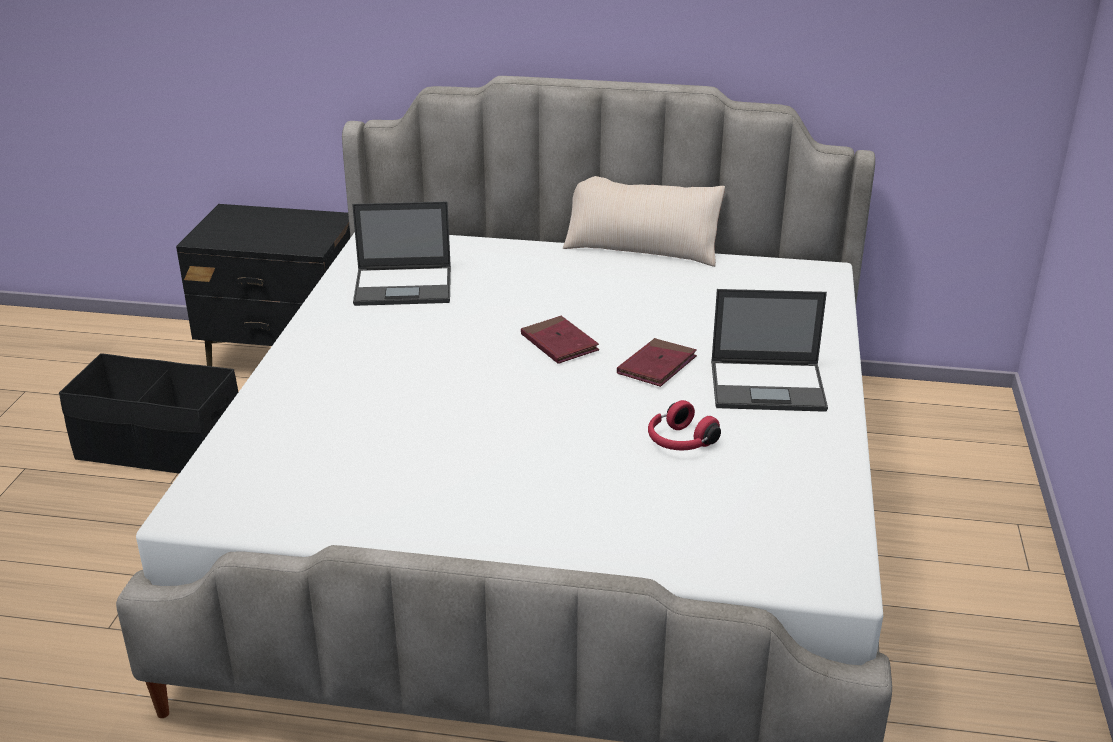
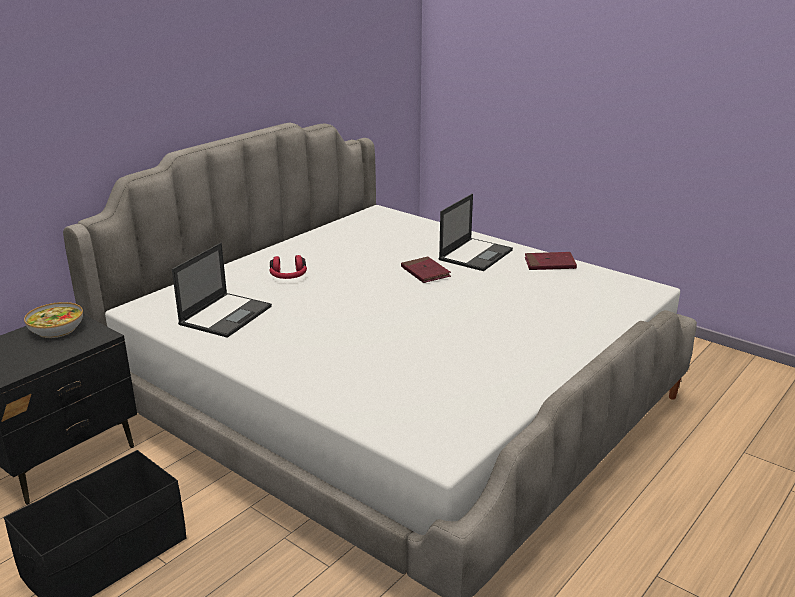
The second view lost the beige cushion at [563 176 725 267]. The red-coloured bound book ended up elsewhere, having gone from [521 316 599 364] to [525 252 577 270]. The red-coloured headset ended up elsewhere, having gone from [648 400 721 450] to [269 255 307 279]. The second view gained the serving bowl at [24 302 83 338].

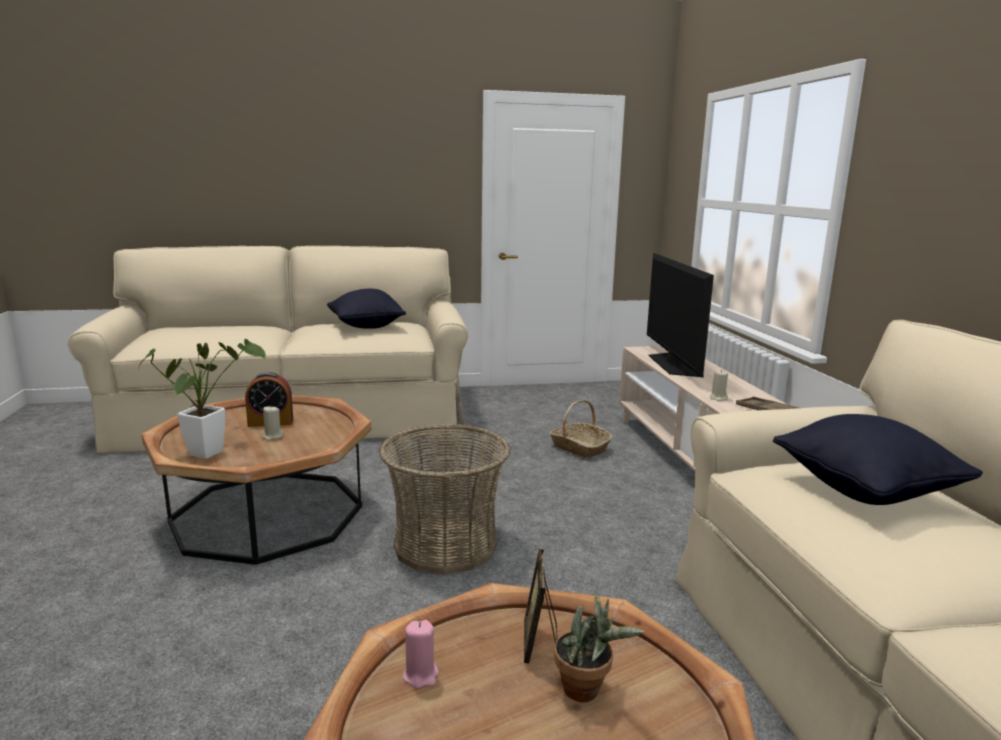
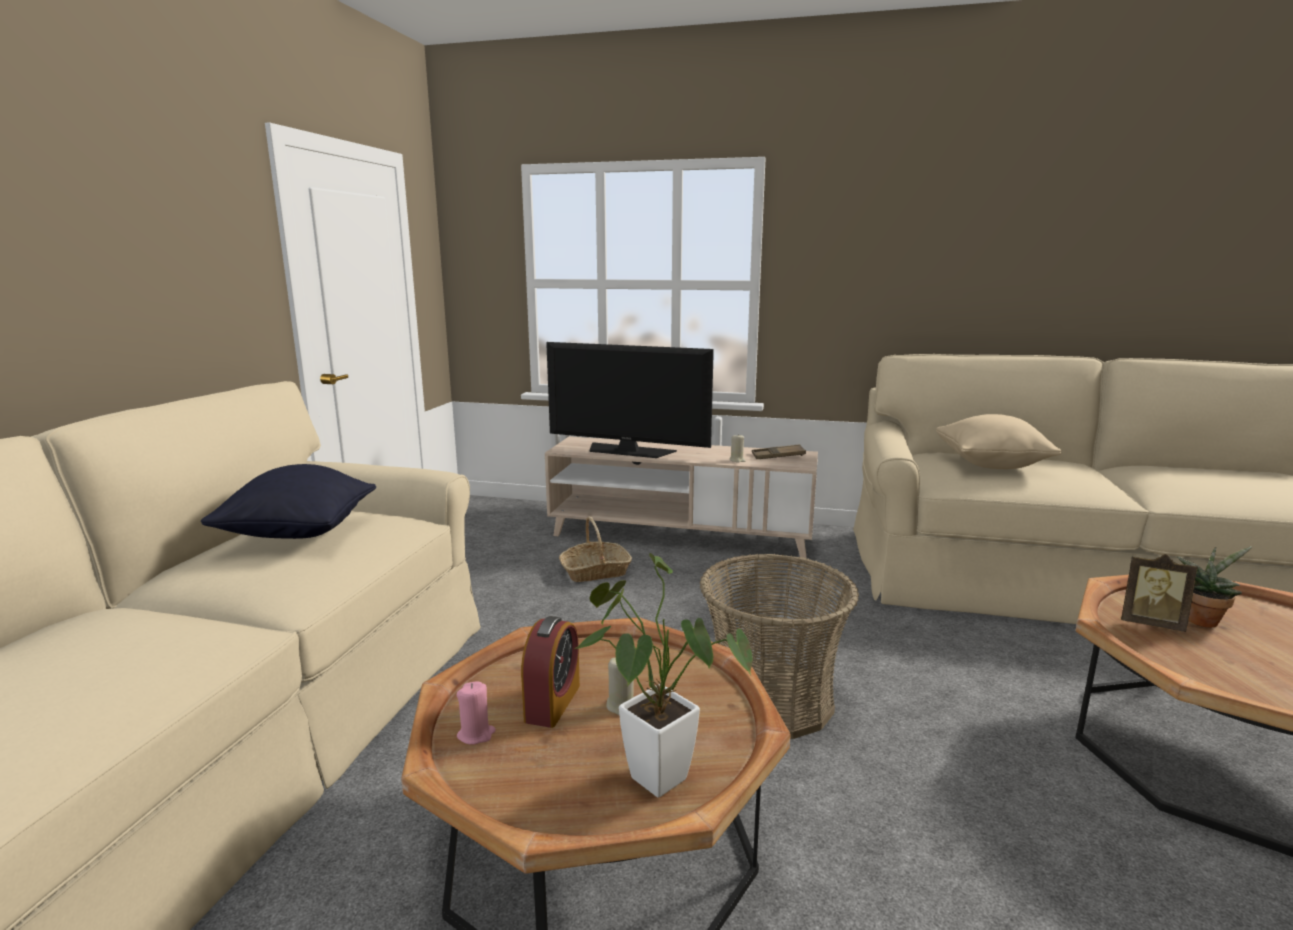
What was the black cushion at [773 414 983 505] turned into the beige cushion at [936 414 1061 469]. The pink-coloured candle ended up elsewhere, having gone from [403 620 439 689] to [457 681 496 745].

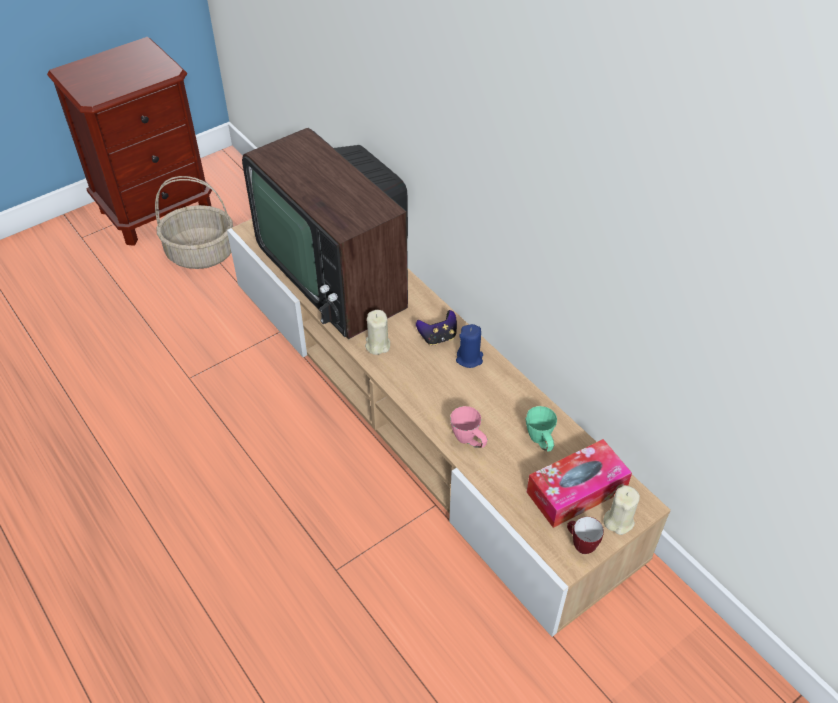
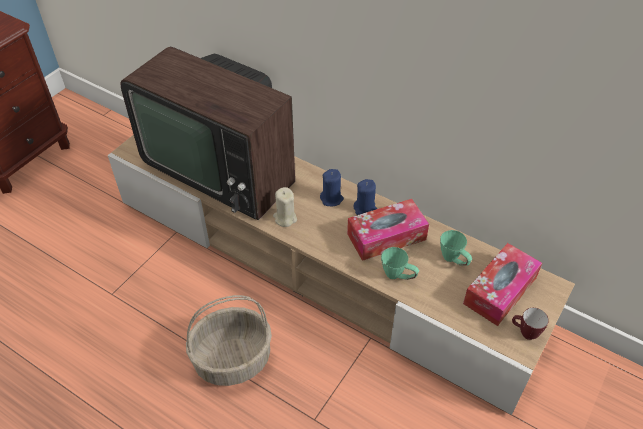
The storage basket ended up elsewhere, having gone from [155 176 233 269] to [186 295 272 386]. Where the joypad stood at [416 310 457 345], the blue-coloured candle came to stand at [320 169 344 206]. What was the pink-coloured tea mug at [450 406 488 448] turned into the green-coloured tea mug at [381 247 419 280]. The second view lost the beige candle at [603 485 640 535]. The second view gained the tissue holder at [347 199 429 261].

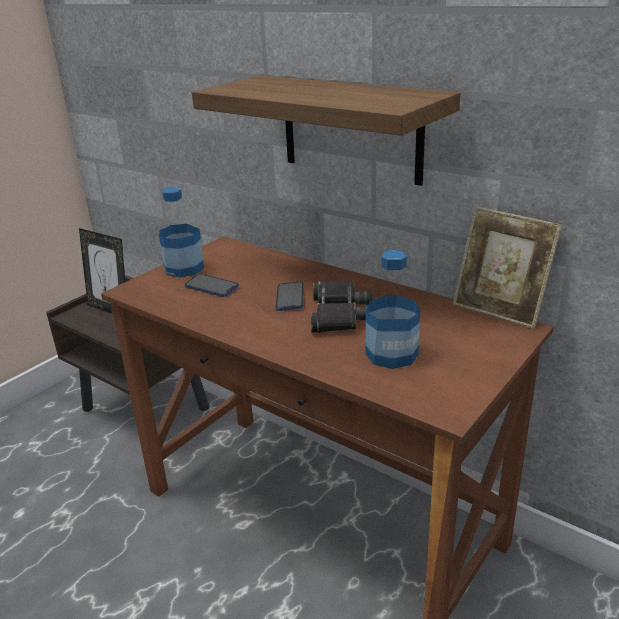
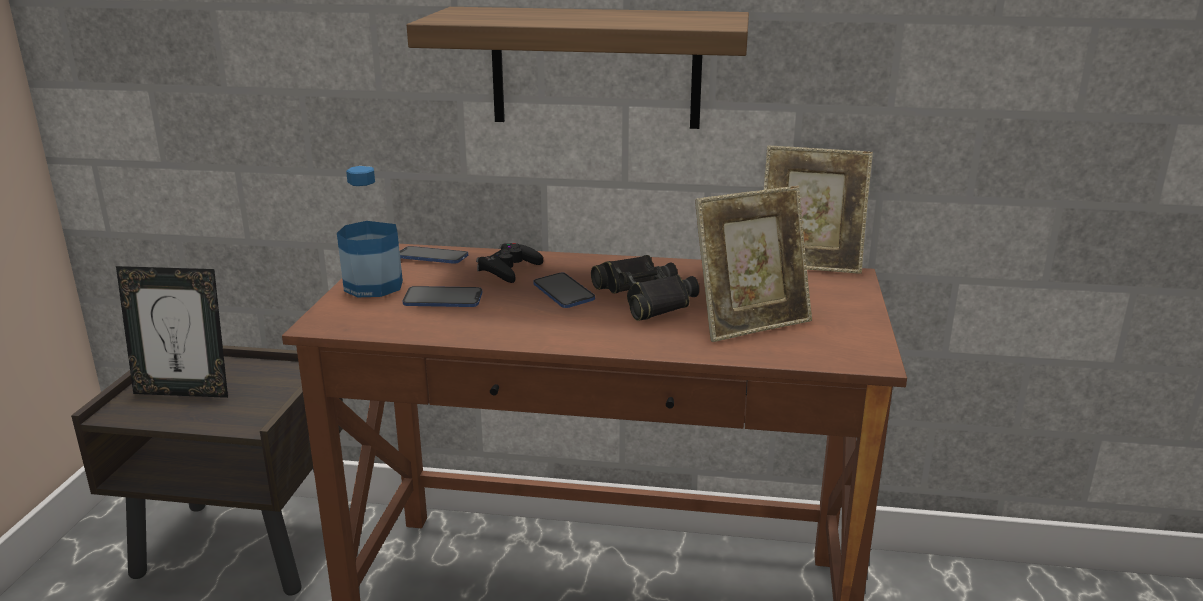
Where the beverage bottle stood at [365 250 420 369], the standing frame came to stand at [695 185 812 342]. The second view gained the black joypad at [476 243 543 283]. The second view gained the phone at [400 246 468 264].

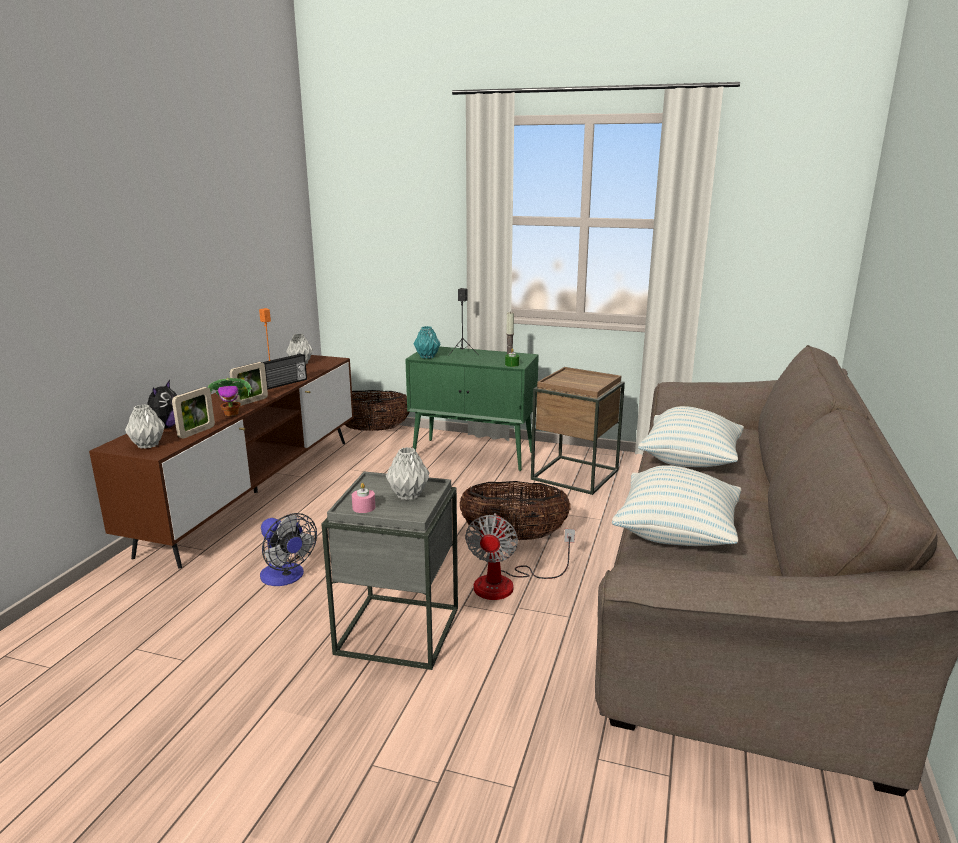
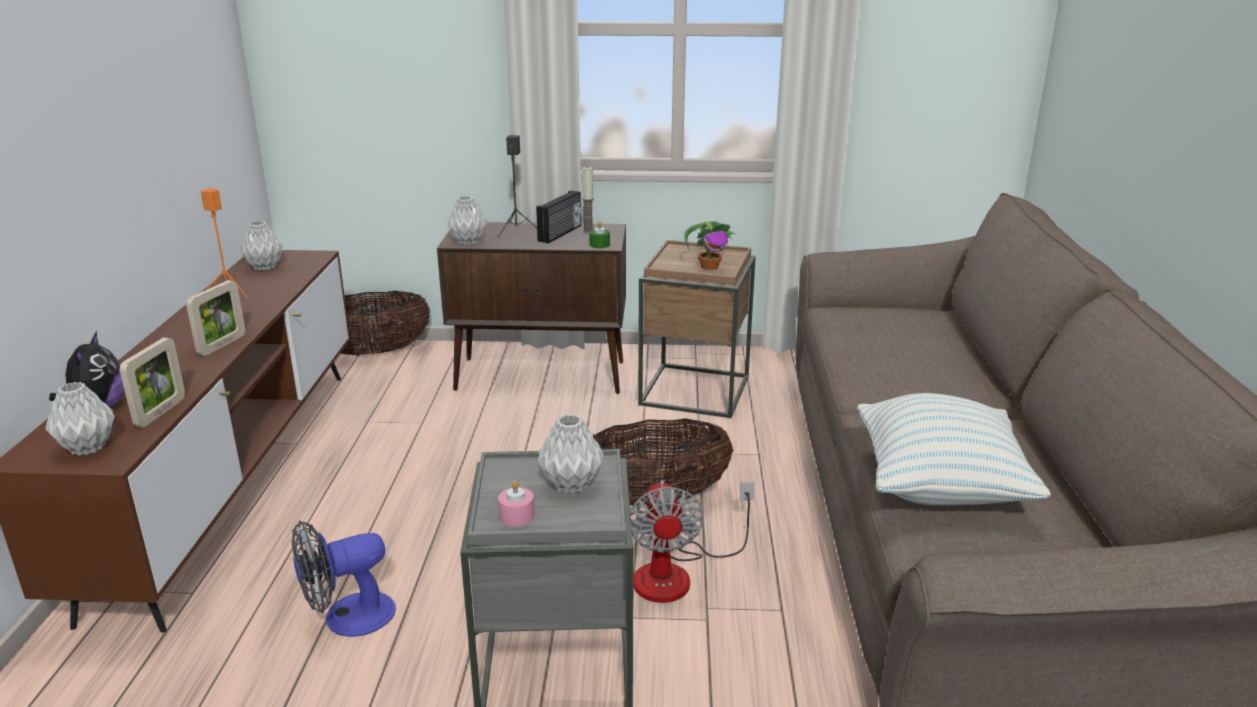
What was the turquoise decorative vase at [414 326 440 359] turned into the gray decorative vase at [447 196 488 245]. What was the green-coloured cabinet at [405 346 539 471] turned into the brown-coloured cabinet at [437 222 626 394]. The radio receiver ended up elsewhere, having gone from [262 353 307 390] to [536 190 581 244]. The potted plant ended up elsewhere, having gone from [207 378 253 416] to [684 221 735 270]. The second view lost the cushion at [638 406 744 467]. The fan at [260 513 317 586] ended up facing another way, 120 degrees clockwise from before.

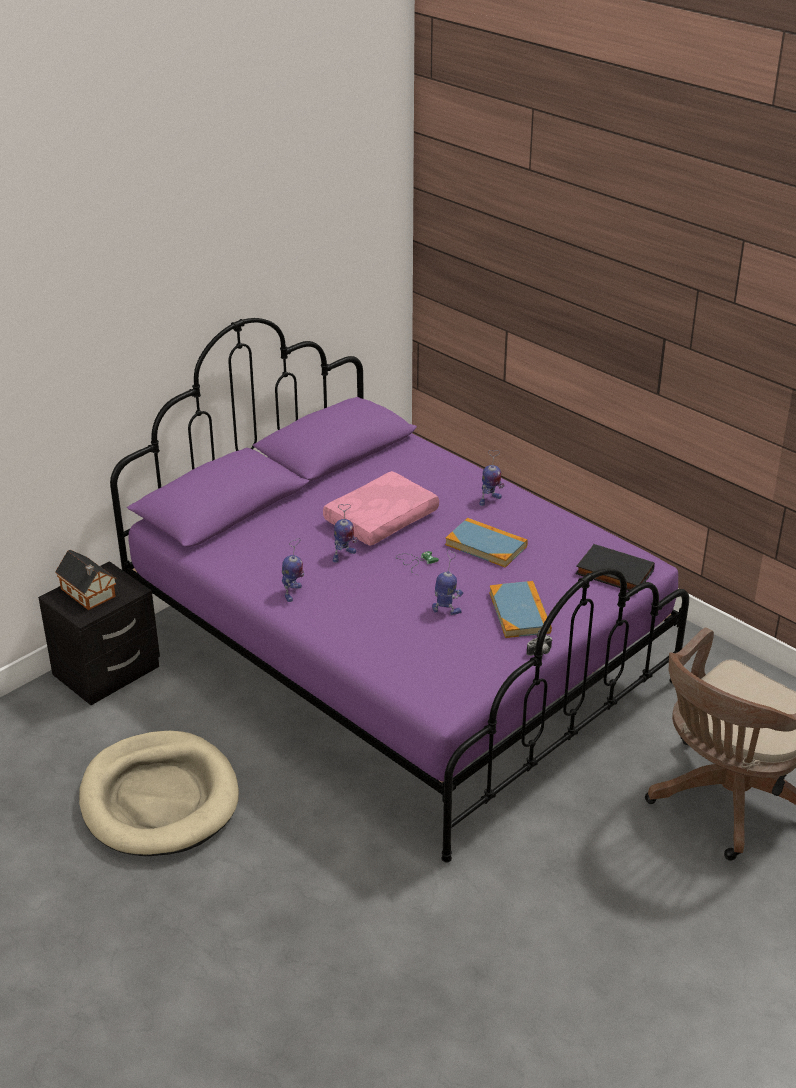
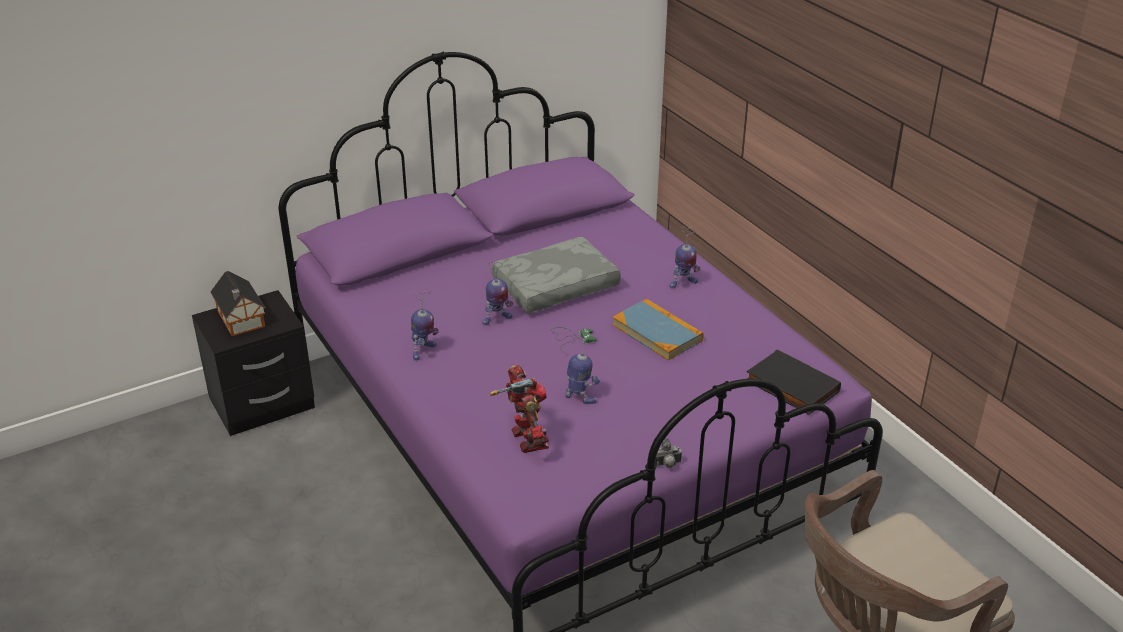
What was the pink-coloured cushion at [323 471 439 546] turned into the gray cushion at [491 237 621 313]. The second view lost the bound book at [489 581 552 638]. The second view lost the beige dog cushion at [79 731 239 856]. The second view gained the toy robot at [490 365 549 453].

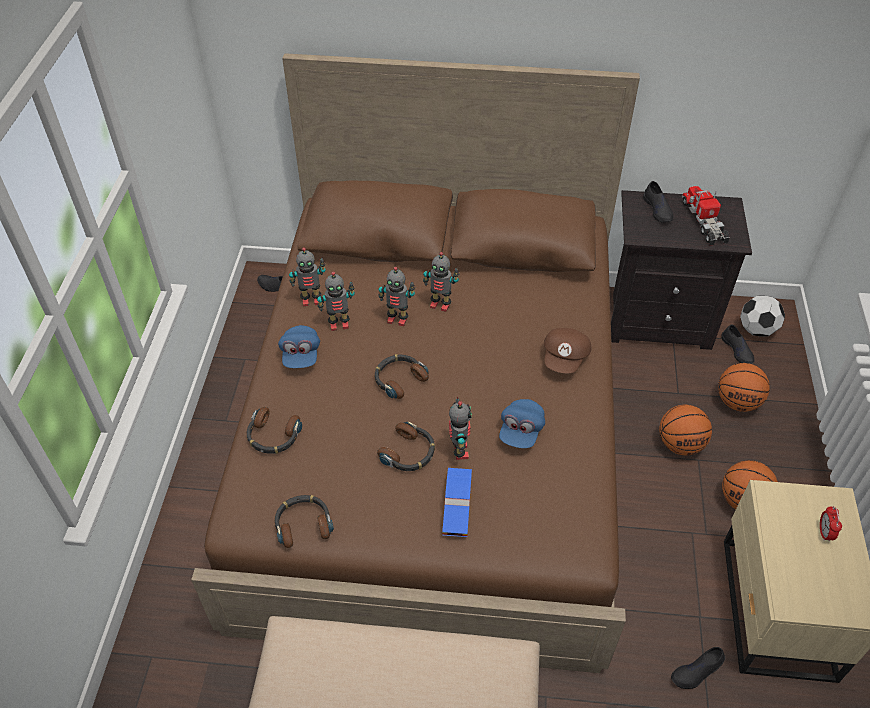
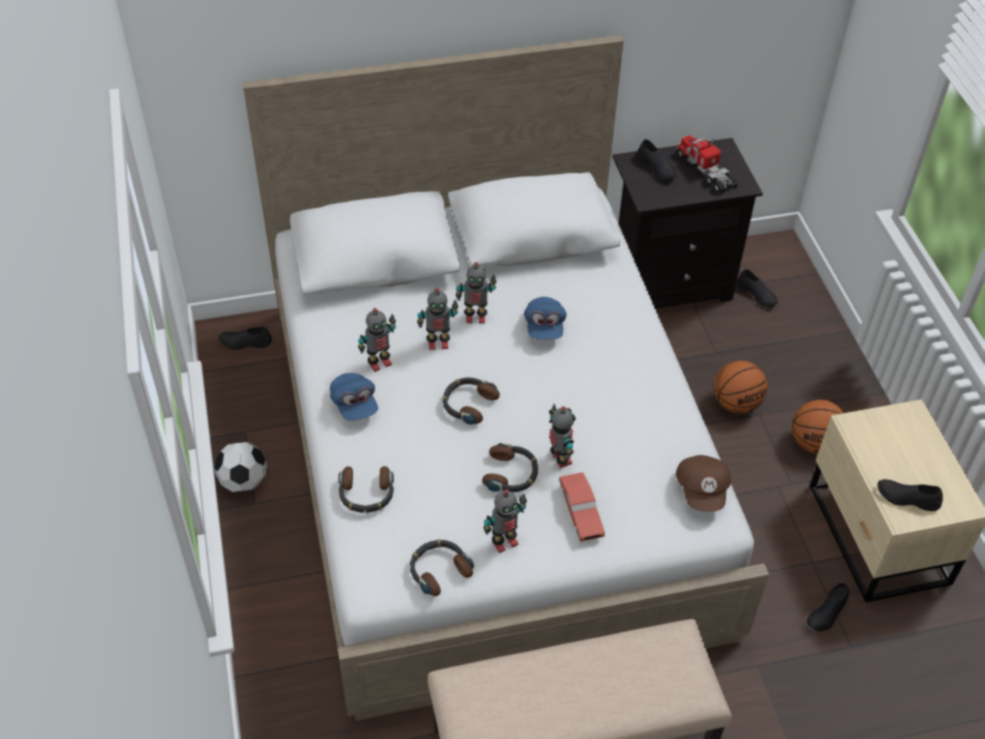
What was the brown-coloured bedroom bed at [191 53 640 673] turned into the whitish bedroom bed at [243 35 769 721]. The toy robot ended up elsewhere, having gone from [289 247 326 306] to [484 489 527 553]. The football ball ended up elsewhere, having gone from [740 296 785 337] to [214 442 267 492]. The brown-coloured baseball cap ended up elsewhere, having gone from [544 328 591 373] to [676 455 731 512]. The second view lost the ball for basketball at [718 363 770 412]. The blue-coloured baseball cap ended up elsewhere, having gone from [499 399 545 448] to [524 297 567 340]. What was the blue-coloured toy car at [442 468 472 537] turned into the red-coloured toy car at [559 472 605 542]. The second view lost the alarm clock at [820 506 842 542]. The second view gained the black item of footwear at [877 479 943 511].

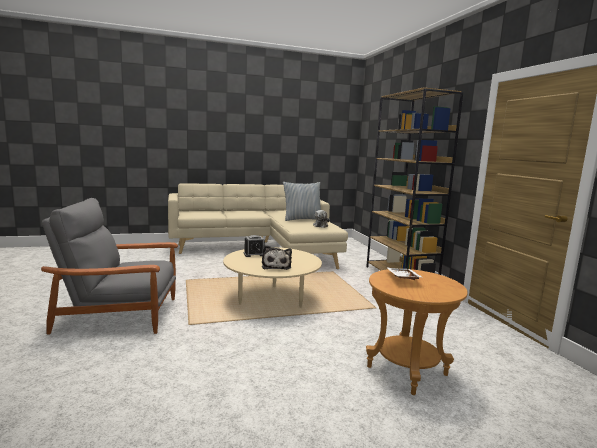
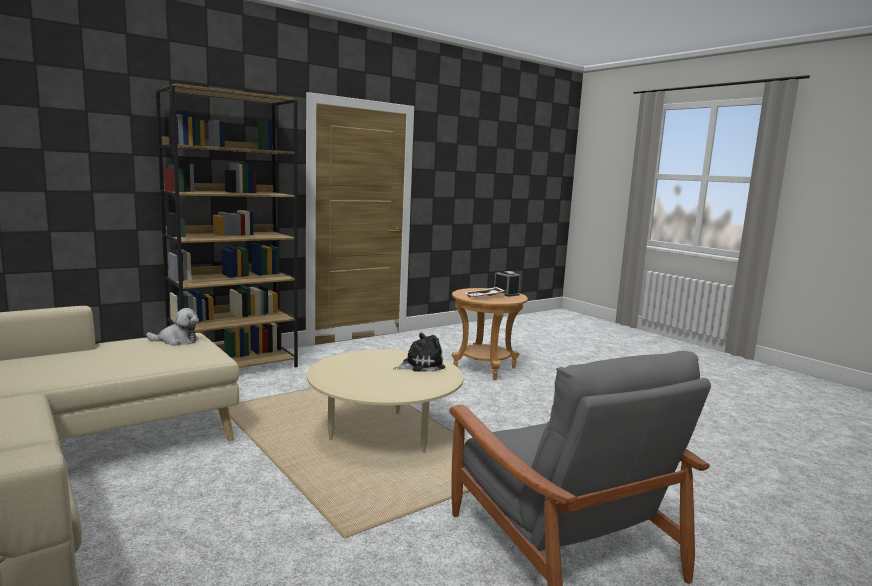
The second view lost the cushion at [283 182 321 221]. The alarm clock ended up elsewhere, having gone from [244 235 265 257] to [494 271 520 297].

